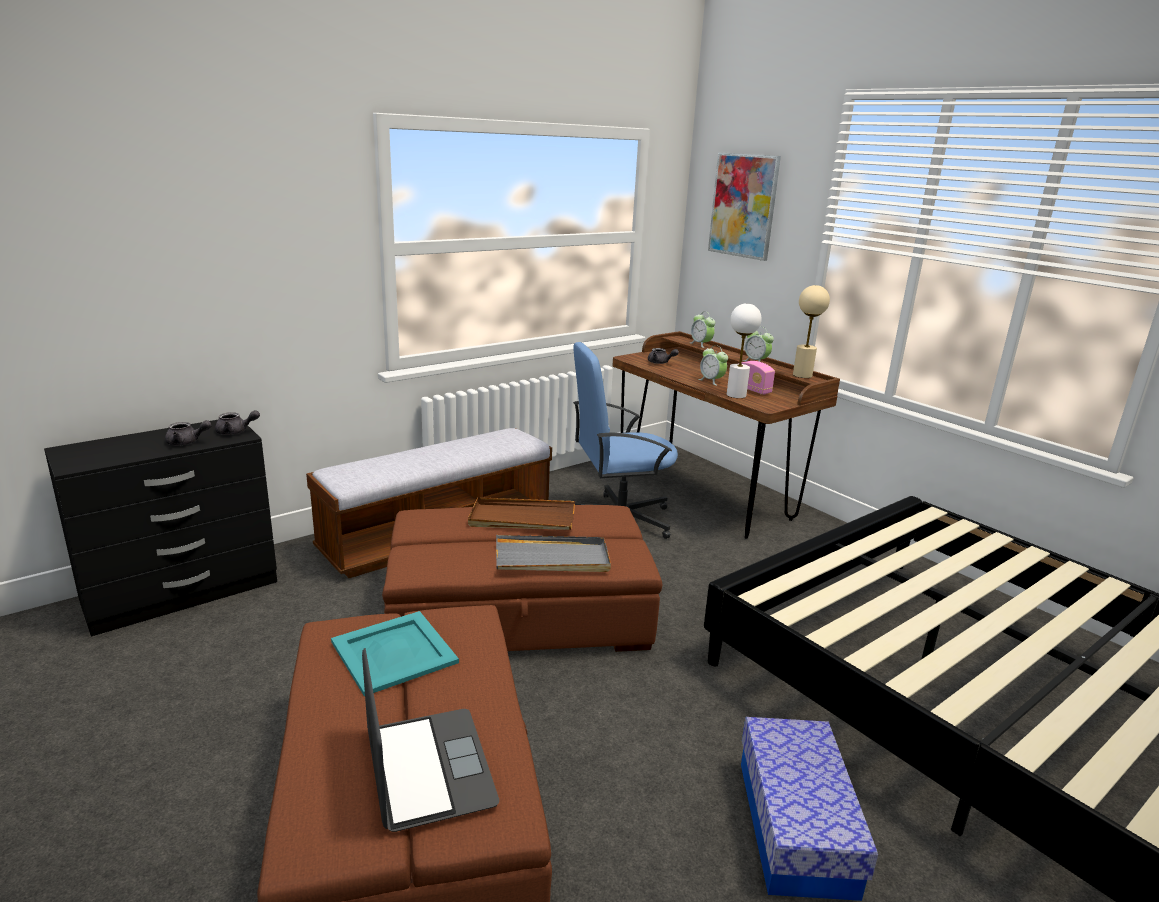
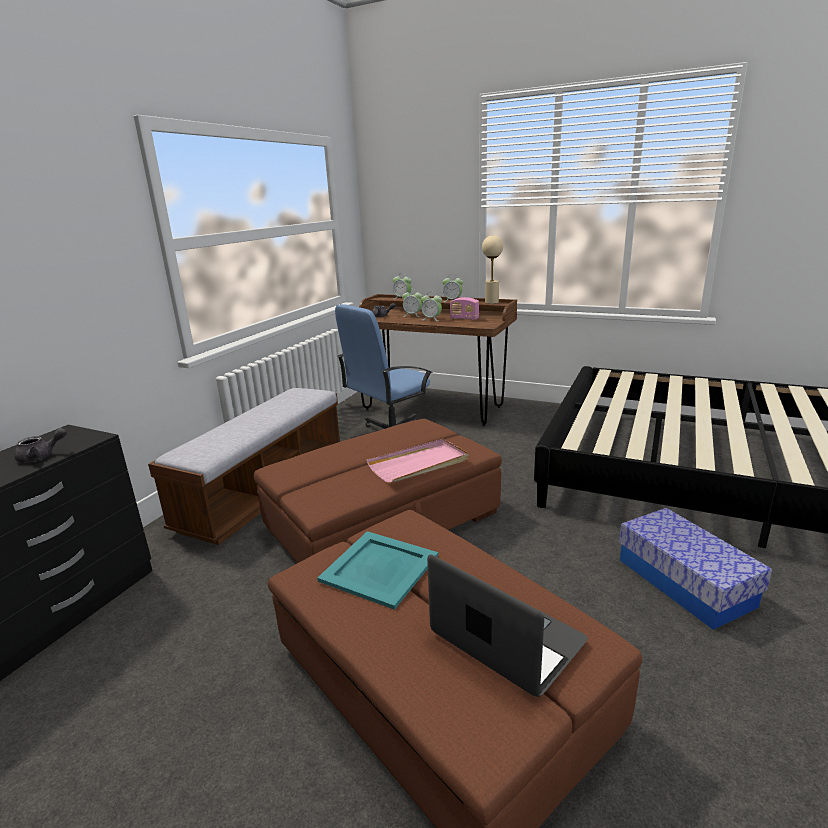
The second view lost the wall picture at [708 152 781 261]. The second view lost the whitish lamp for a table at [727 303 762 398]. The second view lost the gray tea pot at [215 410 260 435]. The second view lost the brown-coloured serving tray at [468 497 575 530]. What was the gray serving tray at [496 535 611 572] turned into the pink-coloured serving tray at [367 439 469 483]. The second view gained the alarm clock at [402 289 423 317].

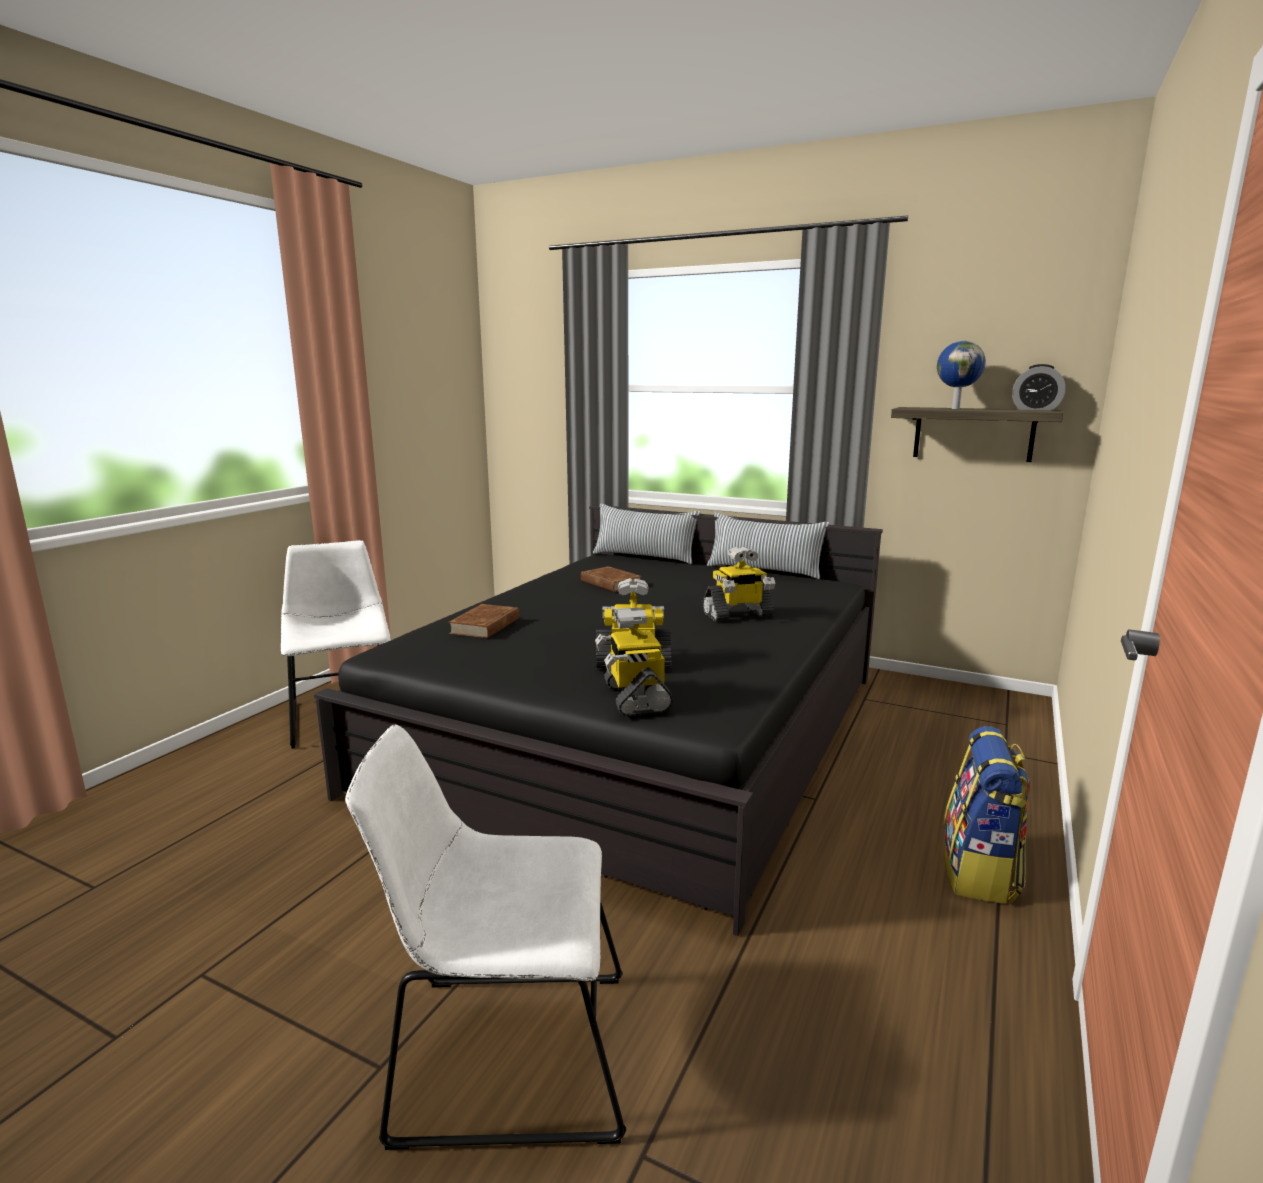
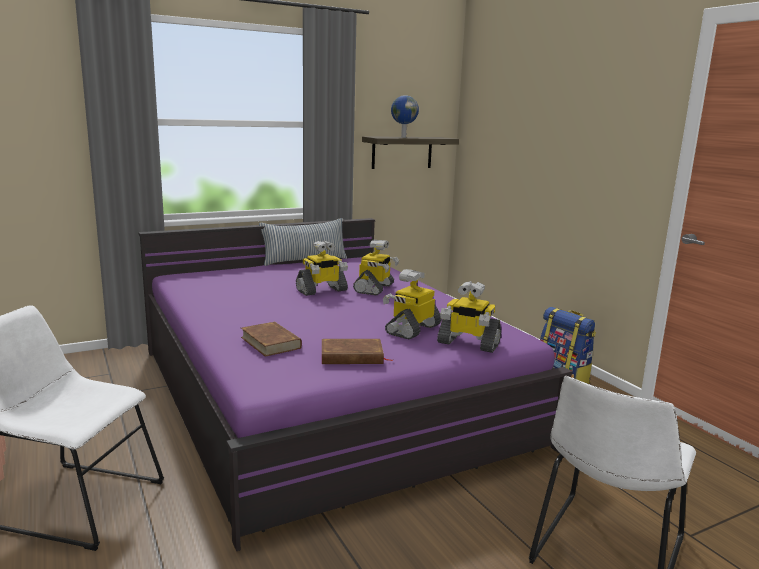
The second view lost the alarm clock at [1012 364 1066 410]. The second view lost the cushion at [593 503 700 564]. What was the black bedroom bed at [314 505 883 936] turned into the purplish bedroom bed at [138 218 573 551]. The brown-coloured bound book ended up elsewhere, having gone from [581 566 642 592] to [322 339 393 364]. The second view gained the toy robot at [296 240 348 296].

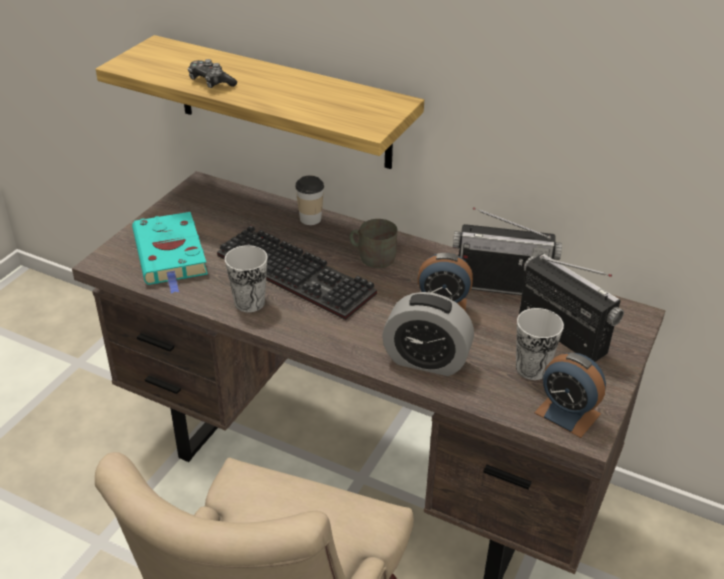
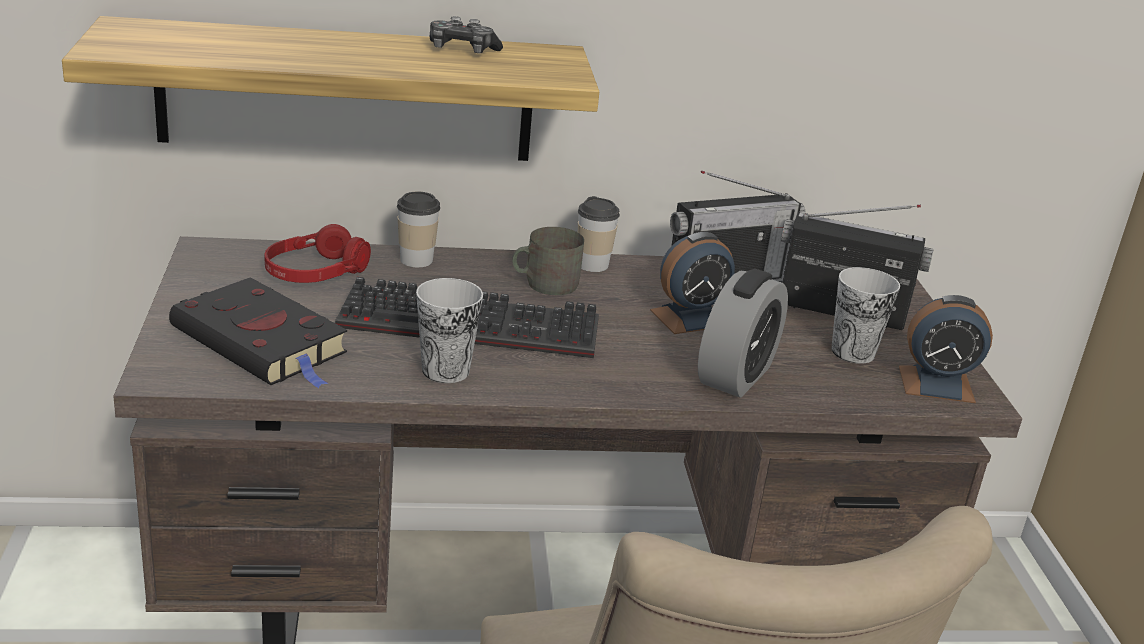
The joypad ended up elsewhere, having gone from [188 59 237 88] to [430 16 503 54]. What was the turquoise bound book at [132 212 208 294] turned into the black bound book at [169 277 347 388]. The alarm clock at [382 292 474 376] ended up facing another way, 45 degrees counterclockwise from before. The second view gained the cup at [578 196 620 272]. The second view gained the red-coloured headset at [264 224 371 283].

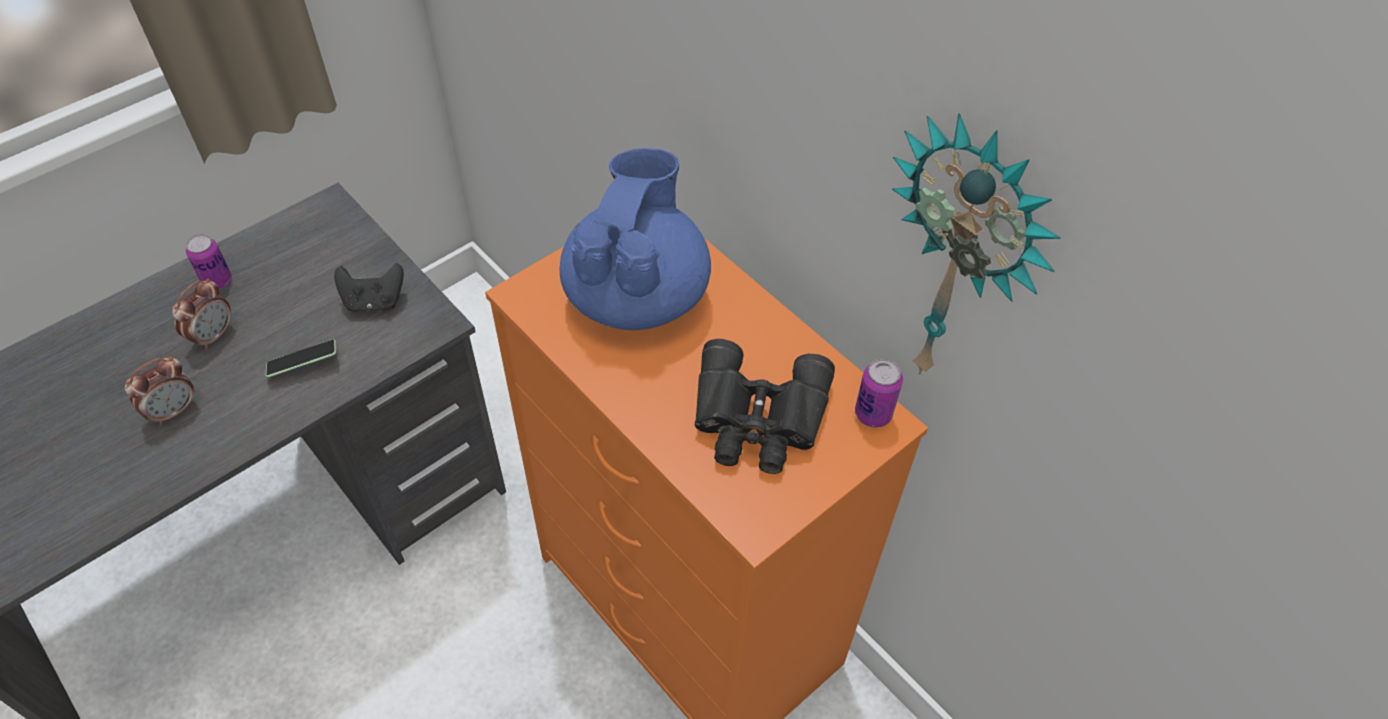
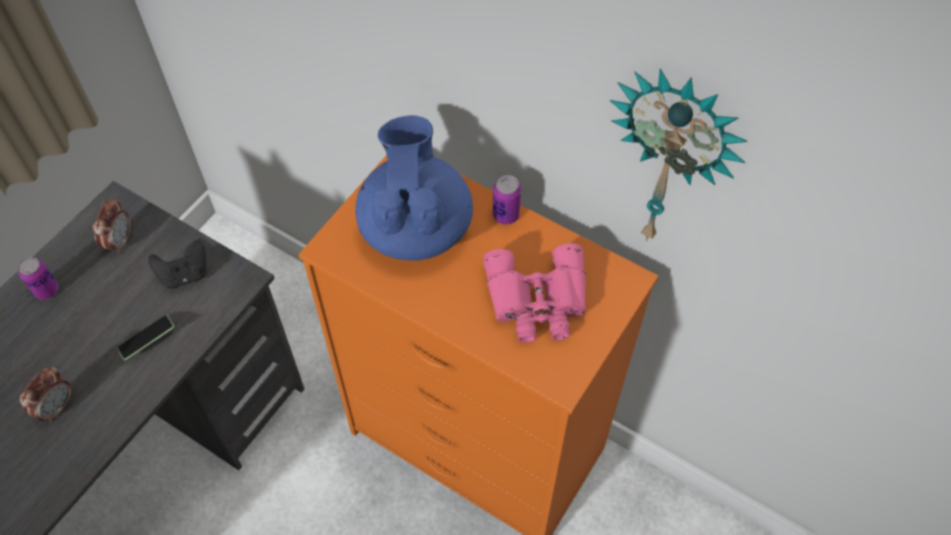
The alarm clock ended up elsewhere, having gone from [172 279 231 350] to [92 198 130 254]. What was the black binoculars at [695 339 835 474] turned into the pink-coloured binoculars at [483 243 586 343]. The can ended up elsewhere, having gone from [855 358 903 427] to [493 175 521 225].

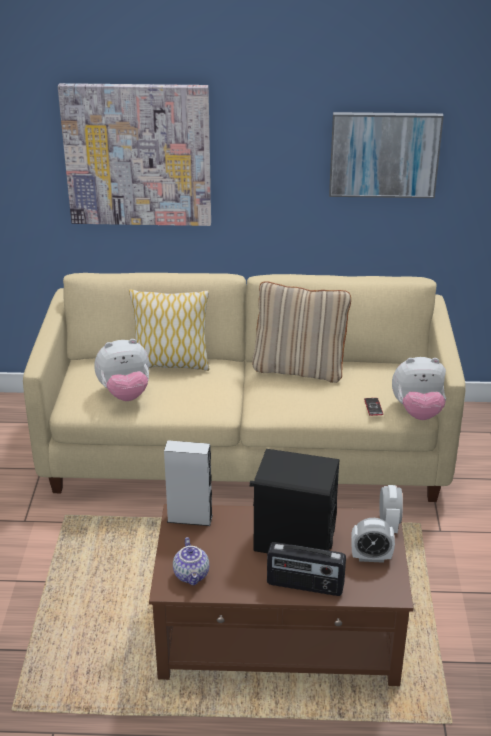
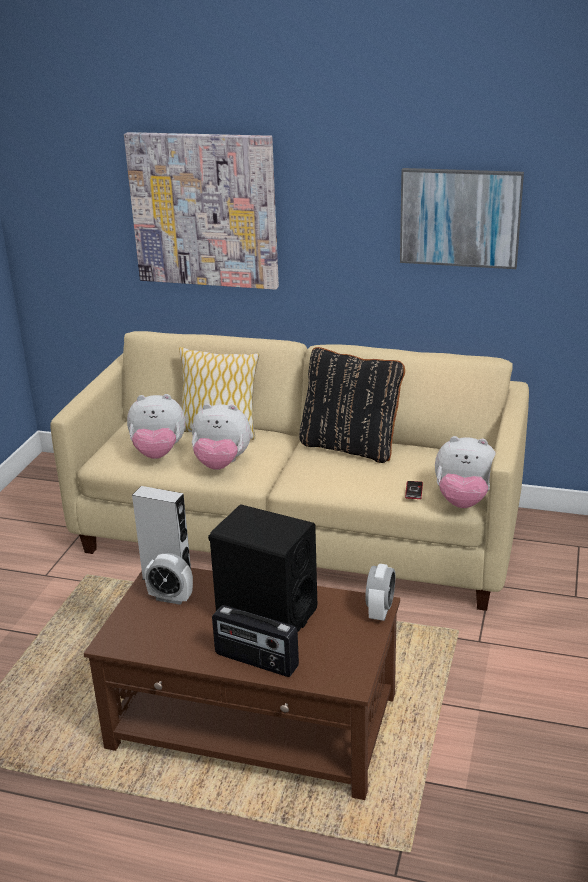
What was the beige cushion at [252 281 351 383] turned into the black cushion at [299 347 405 463]. The alarm clock ended up elsewhere, having gone from [351 518 395 563] to [144 553 193 605]. The second view lost the tea pot at [173 537 209 585]. The second view gained the cuddly toy at [192 404 251 470].

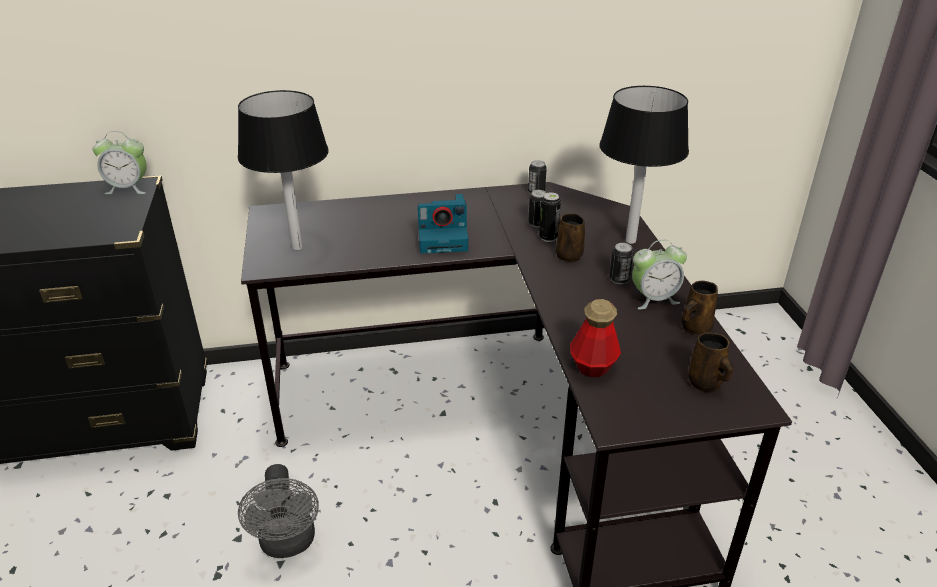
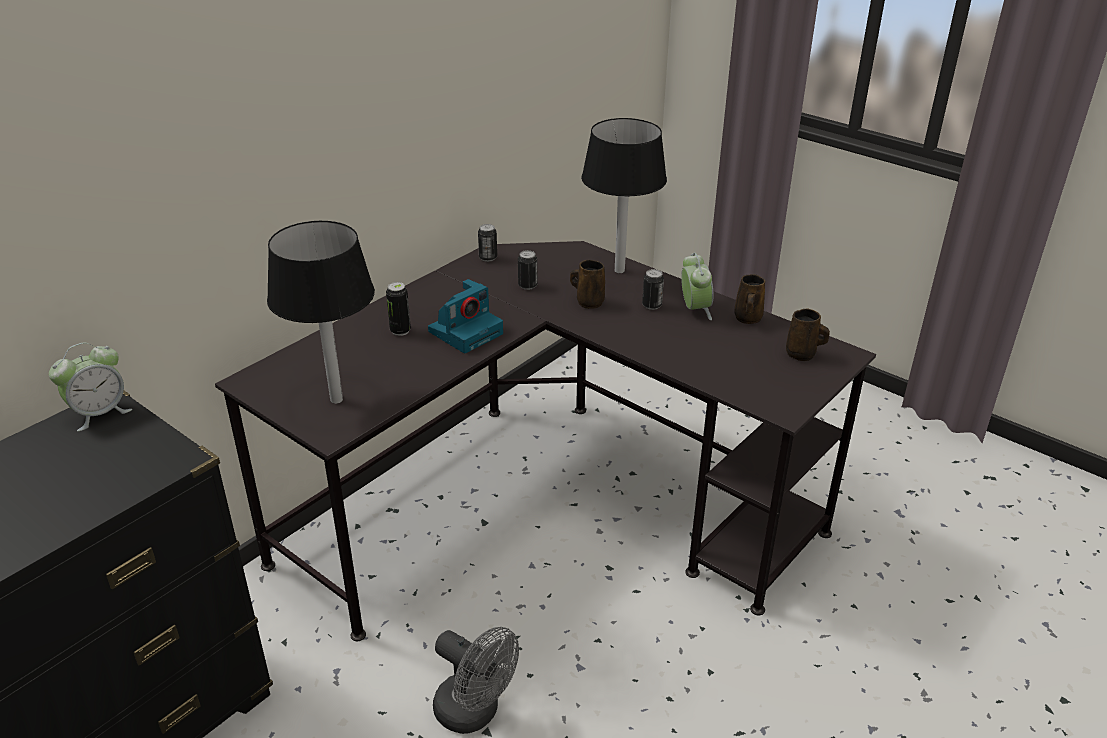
The can ended up elsewhere, having gone from [539 192 561 242] to [386 282 411 336]. The alarm clock at [632 240 687 309] ended up facing another way, 45 degrees counterclockwise from before. The second view lost the beverage bottle at [570 299 621 377].

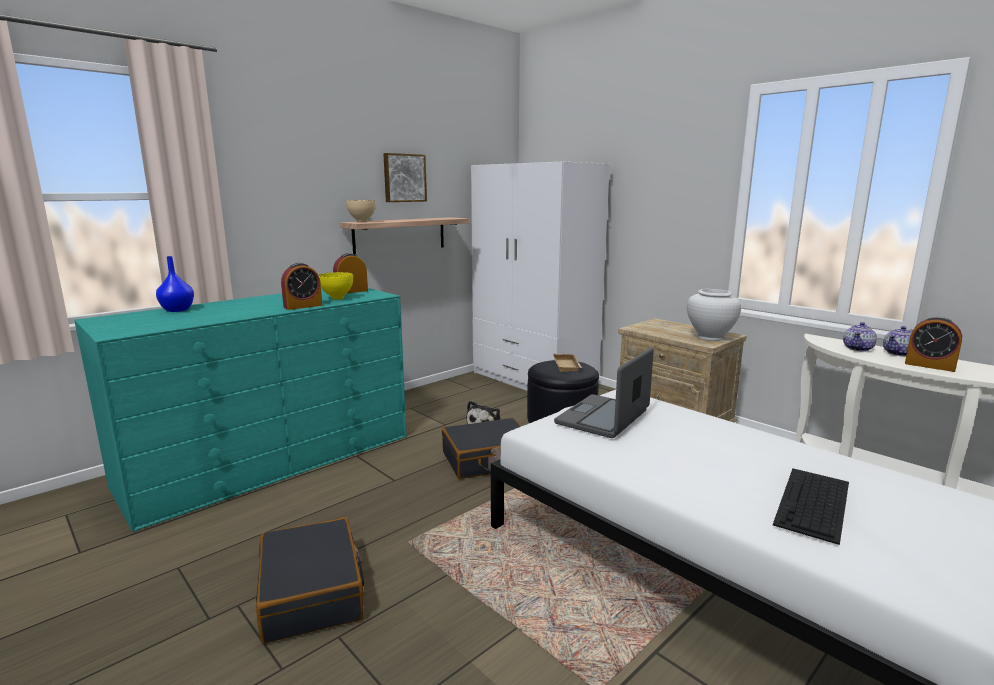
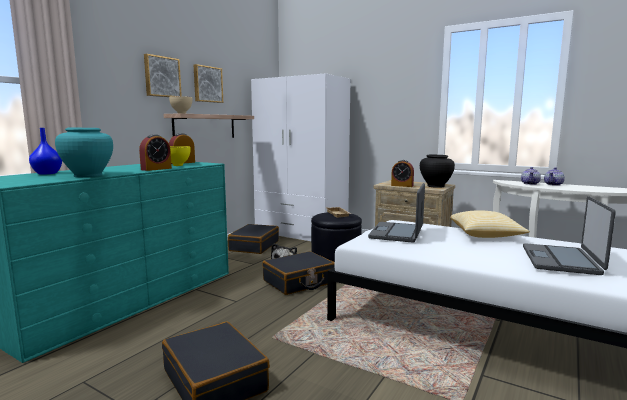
What was the whitish decorative vase at [687 289 741 341] turned into the black decorative vase at [420 154 455 188]. The alarm clock ended up elsewhere, having gone from [905 316 962 372] to [391 160 414 187]. Where the computer keyboard stood at [773 469 849 545], the portable computer came to stand at [523 196 616 275]. The second view gained the wall picture at [144 54 182 97]. The second view gained the turquoise decorative vase at [55 127 113 177]. The second view gained the cushion at [450 210 530 238]. The second view gained the black suitcase at [228 224 279 254].

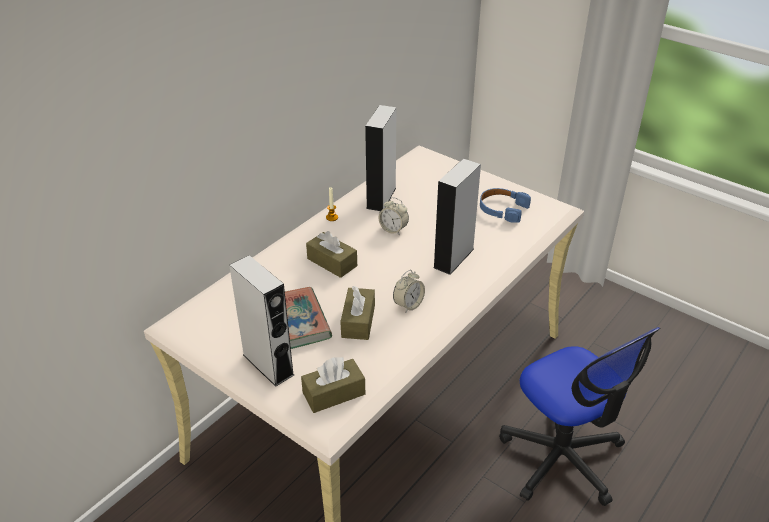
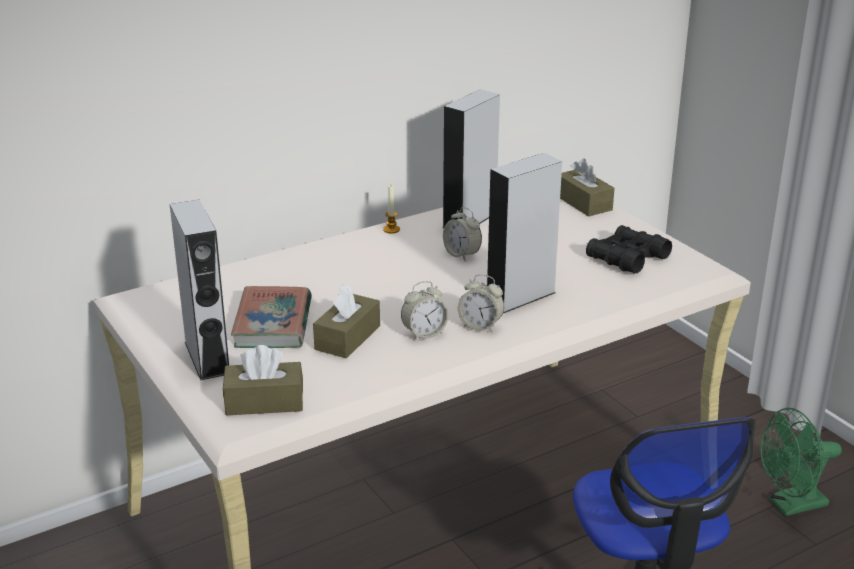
Where the blue-coloured headset stood at [480 188 531 223], the black binoculars came to stand at [586 225 672 273]. The brown-coloured tissue holder ended up elsewhere, having gone from [306 231 357 278] to [560 159 614 216]. The second view gained the alarm clock at [458 274 504 333]. The second view gained the green-coloured fan at [760 408 842 516].

